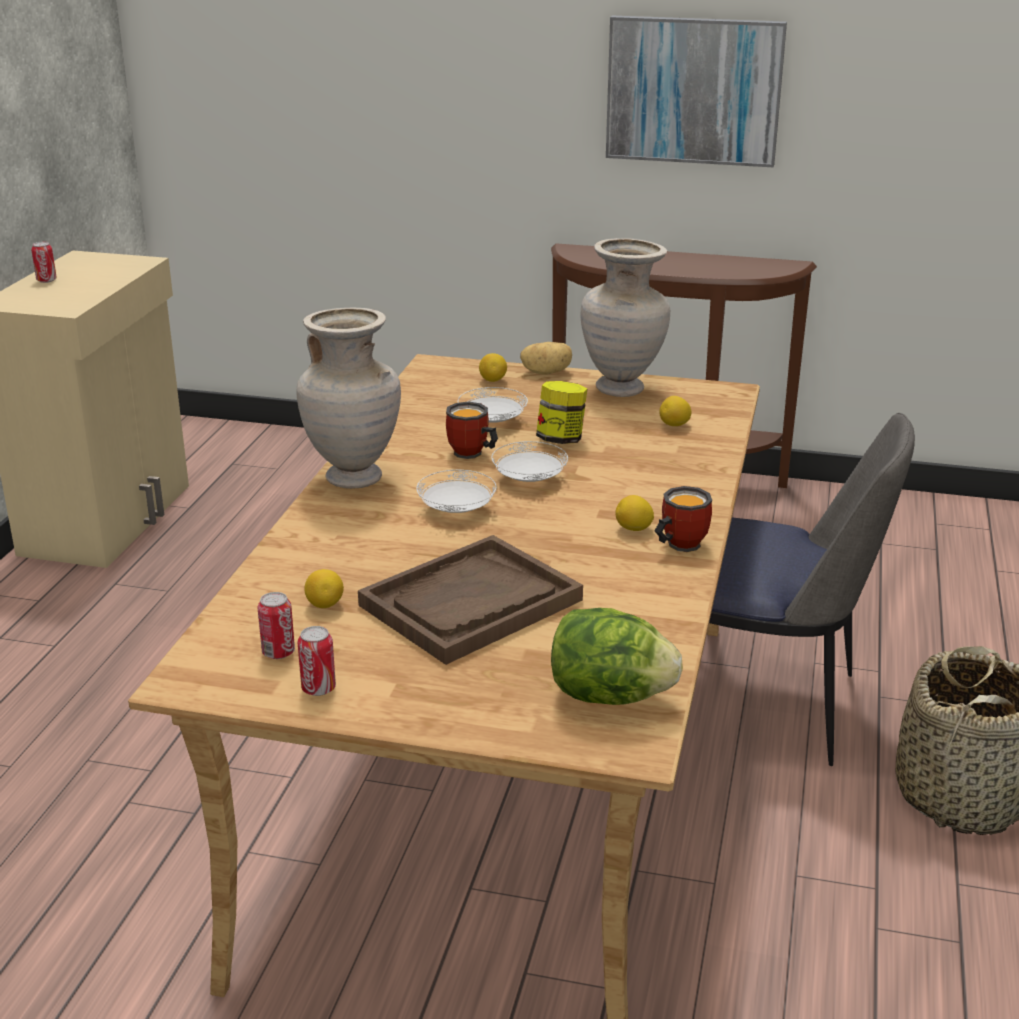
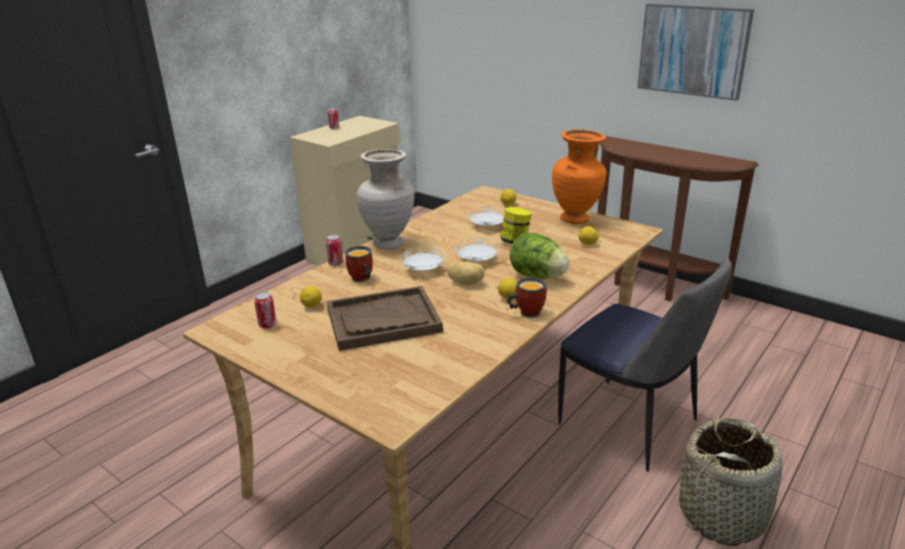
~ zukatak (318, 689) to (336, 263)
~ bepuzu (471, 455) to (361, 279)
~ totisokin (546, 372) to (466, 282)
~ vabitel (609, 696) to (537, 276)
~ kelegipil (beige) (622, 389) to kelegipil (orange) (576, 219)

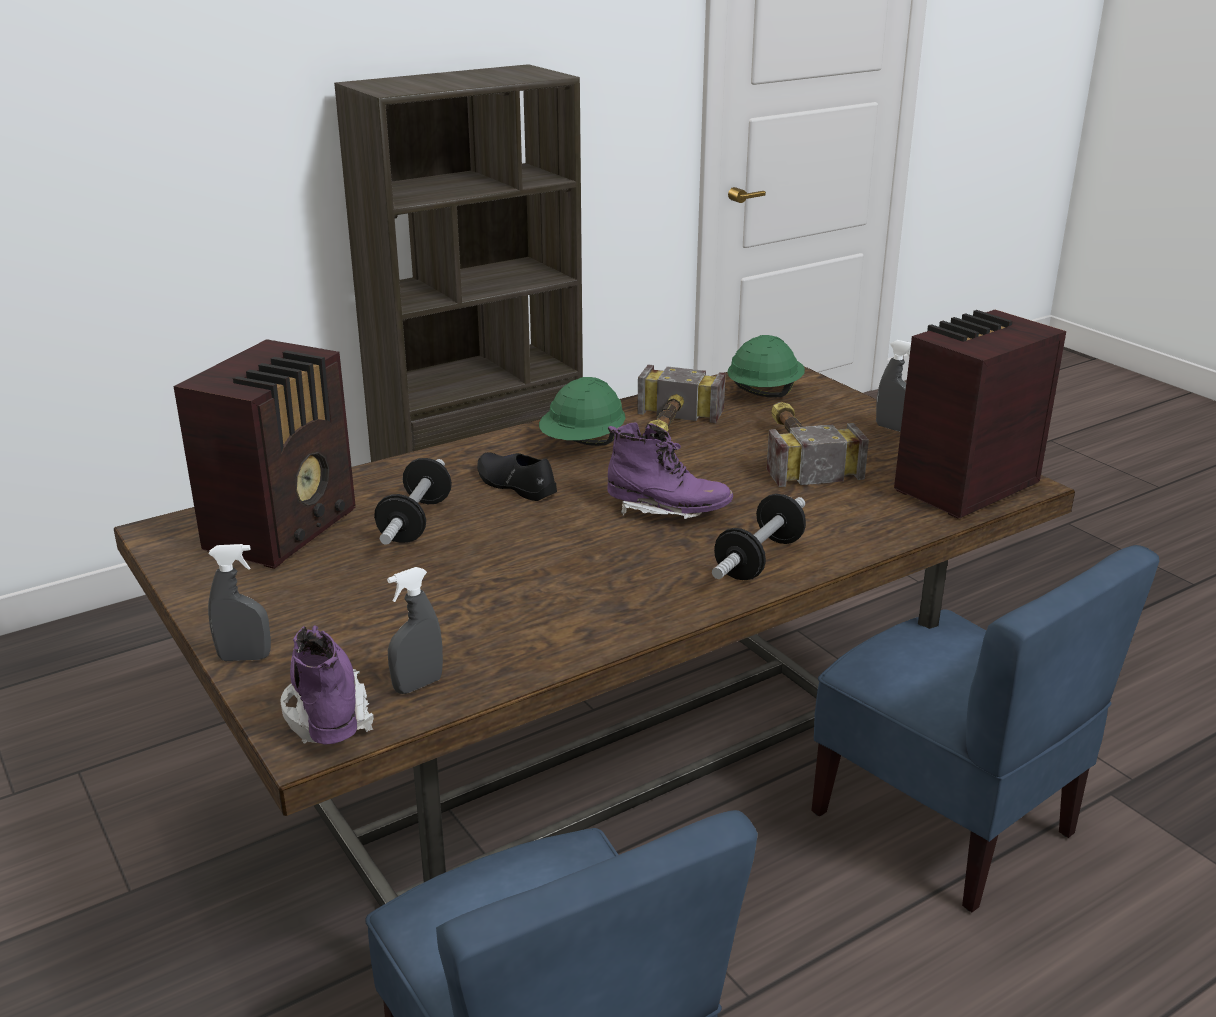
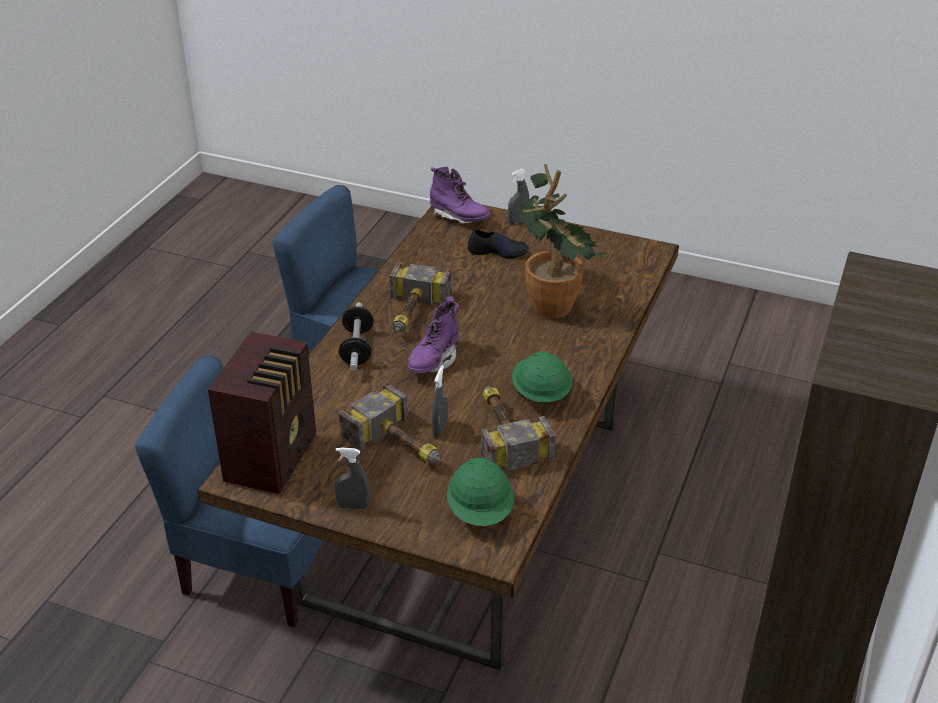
- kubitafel (286, 529)
~ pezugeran (415, 522) to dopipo (550, 301)
~ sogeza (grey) (418, 685) to (440, 429)
~ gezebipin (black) (515, 484) to (497, 251)
~ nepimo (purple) (667, 511) = (434, 360) 45 degrees counterclockwise
+ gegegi (411, 314)

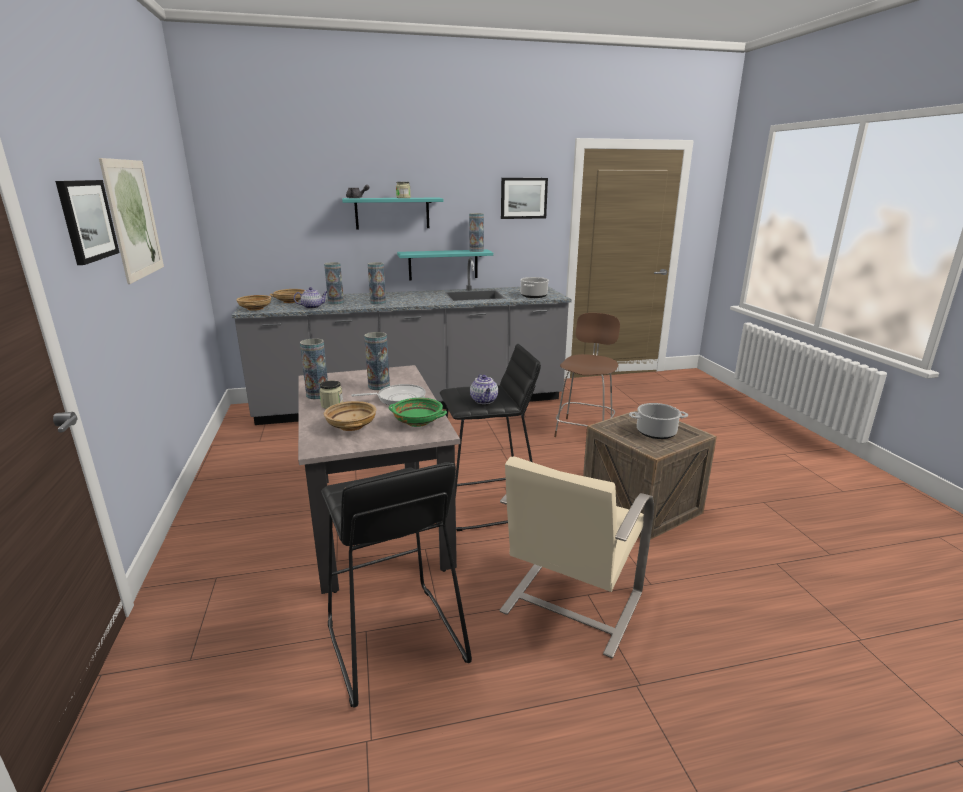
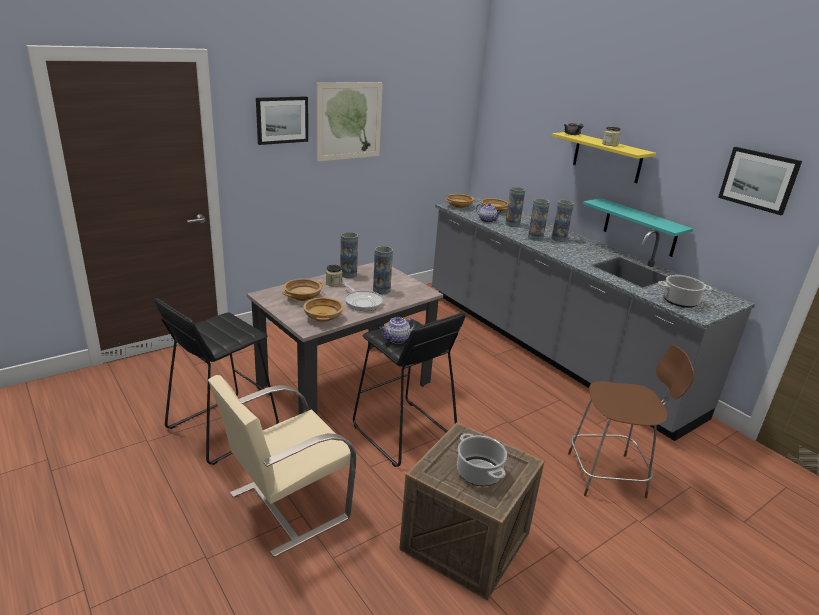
~ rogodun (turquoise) (392, 213) to rogodun (yellow) (607, 157)
~ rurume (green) (418, 421) to rurume (beige) (323, 317)
~ kelegipil (476, 250) to (559, 239)
~ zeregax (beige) (570, 603) = (286, 506) 45 degrees counterclockwise

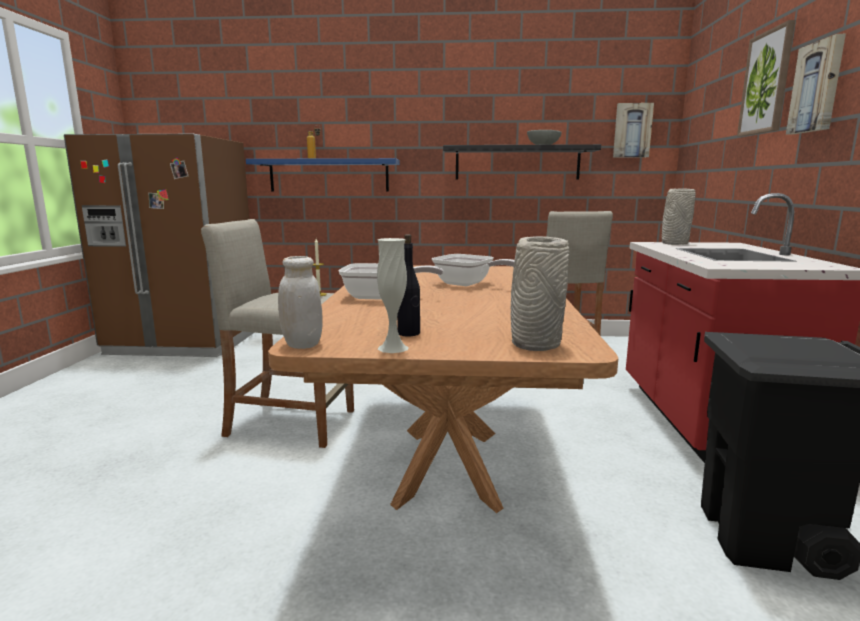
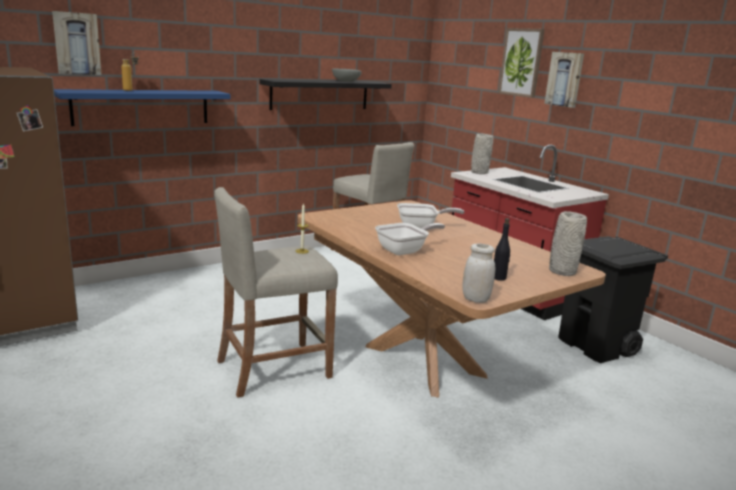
- kelegipil (white) (393, 348)
~ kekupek (632, 130) to (77, 43)

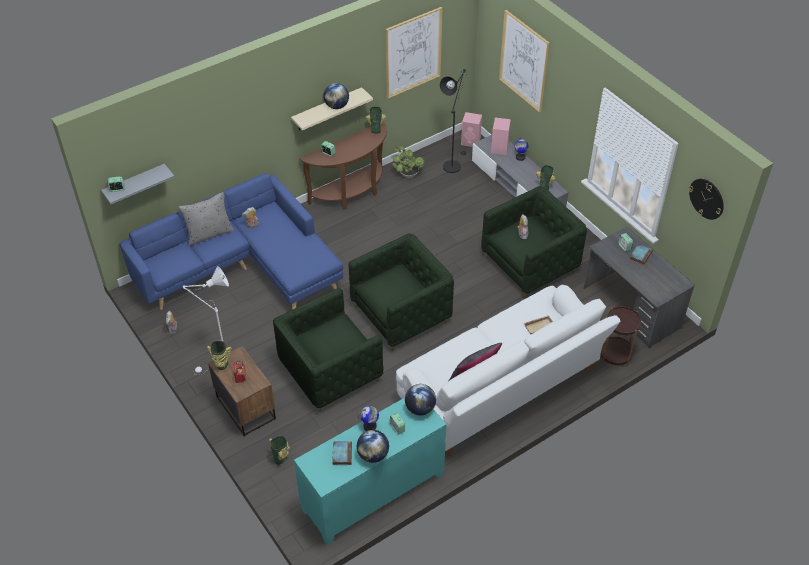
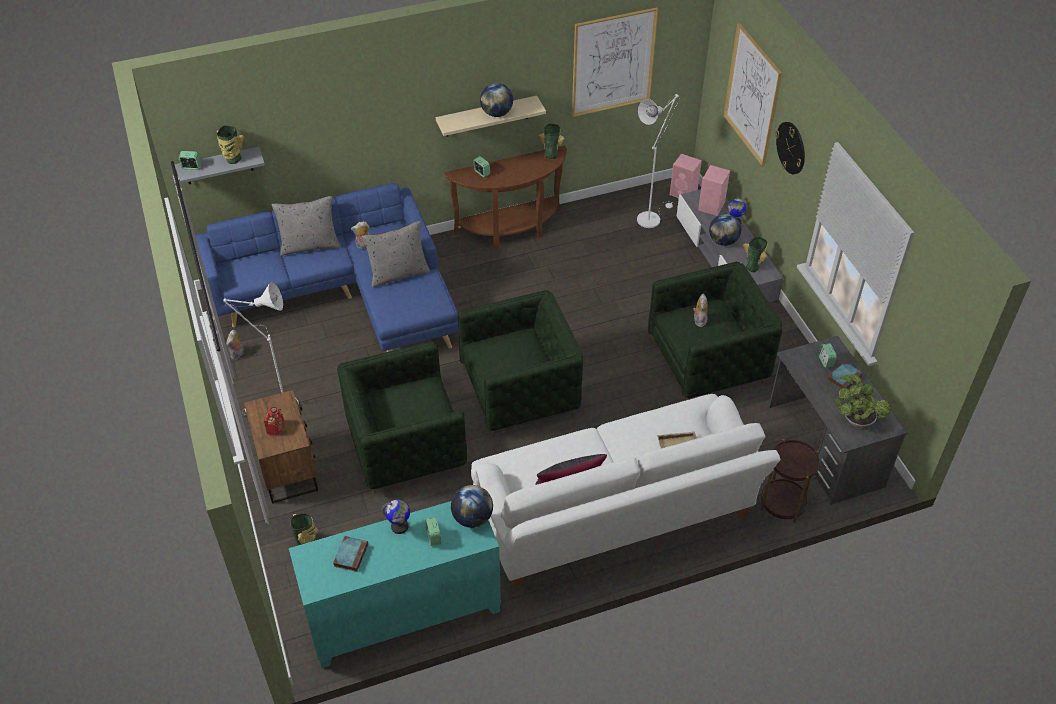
~ kelegipil (221, 365) to (233, 159)
~ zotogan (373, 455) to (723, 241)
~ dopipo (407, 174) to (855, 419)
~ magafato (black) (453, 164) to magafato (white) (651, 217)
~ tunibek (706, 198) to (791, 147)
+ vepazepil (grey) (398, 273)

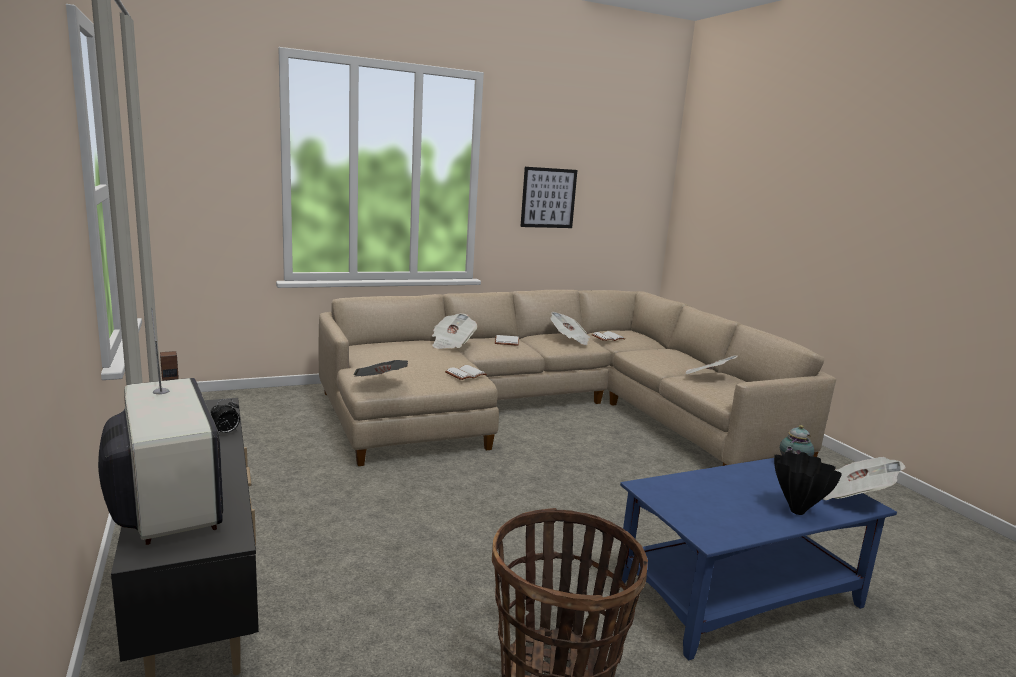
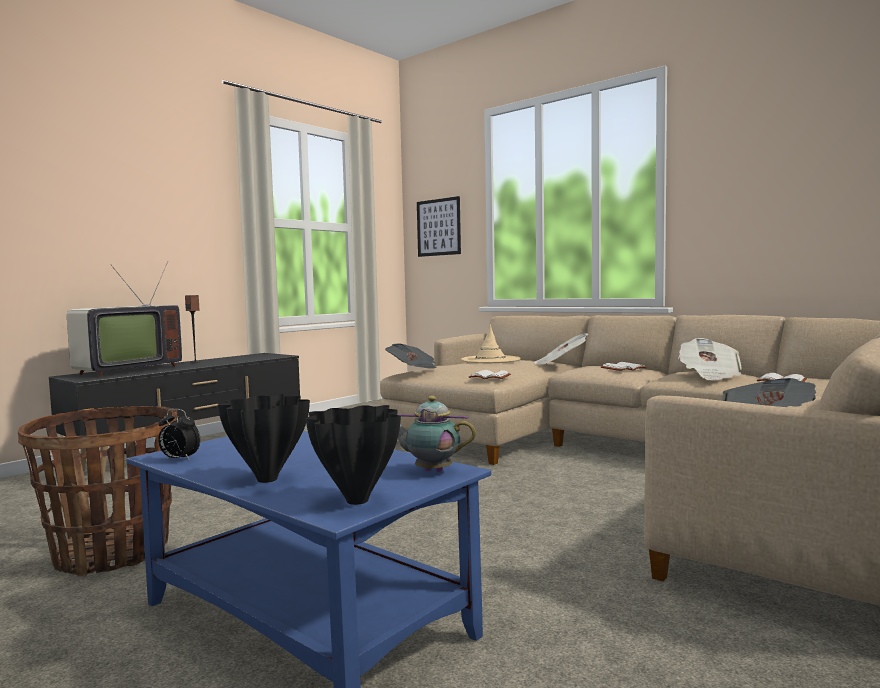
~ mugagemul (226, 433) to (179, 459)
~ kekupek (548, 198) to (438, 227)
~ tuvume (848, 497) to kelegipil (black) (356, 501)
+ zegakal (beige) (490, 360)

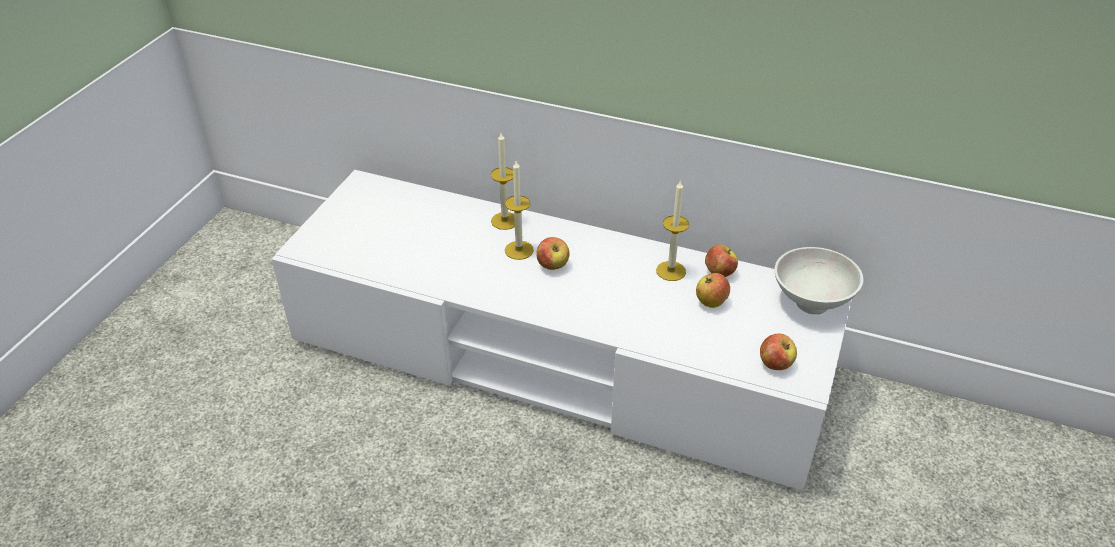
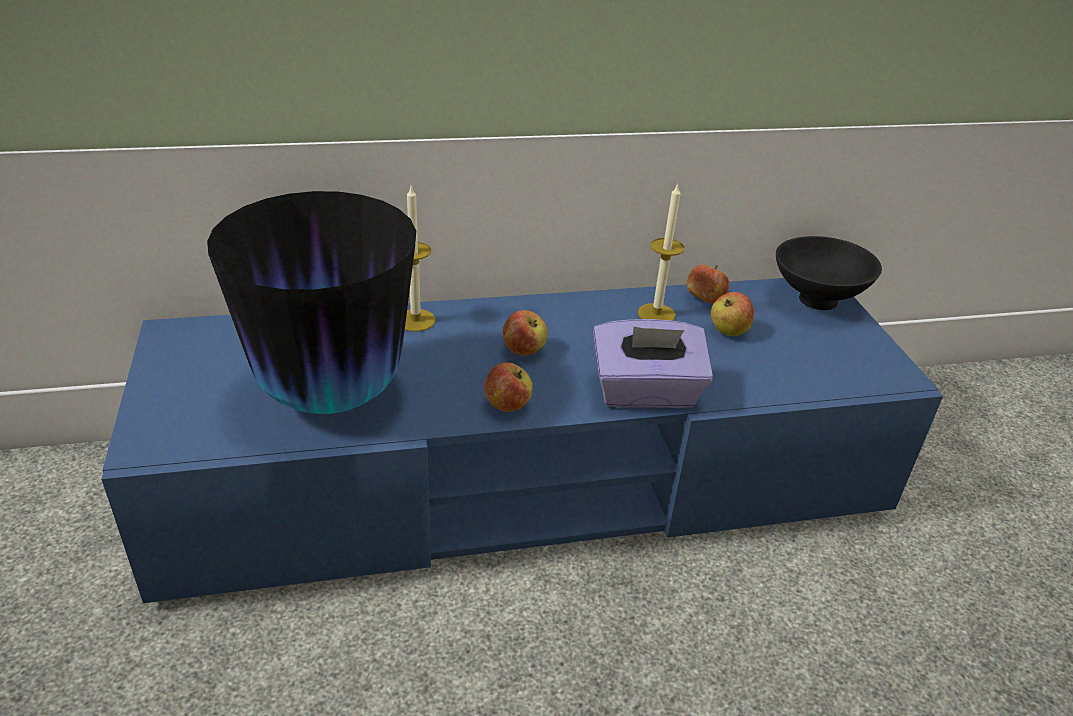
~ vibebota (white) (557, 358) to vibebota (blue) (528, 480)
- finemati (519, 250)
~ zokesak (775, 364) to (507, 405)
~ rurume (white) (809, 303) to rurume (black) (815, 301)
+ kelegipil (332, 394)
+ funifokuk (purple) (646, 393)

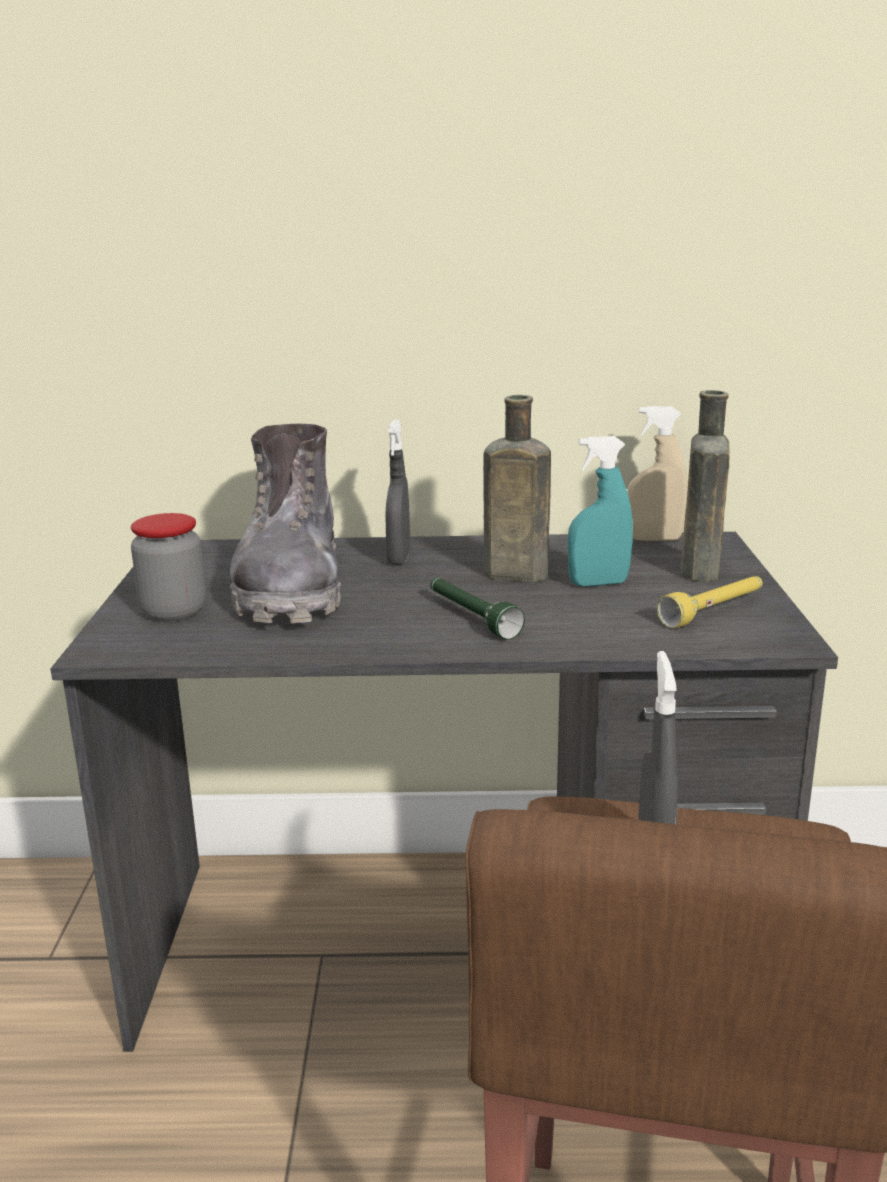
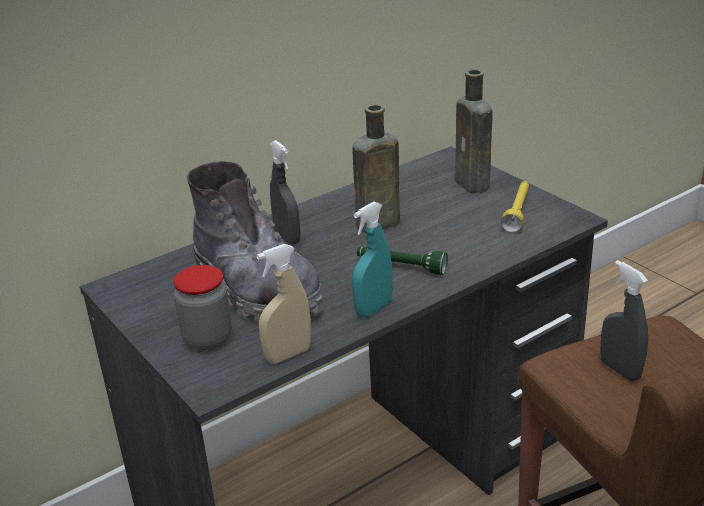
~ sogeza (turquoise) (598, 583) to (373, 308)
~ sogeza (beige) (654, 539) to (288, 355)

